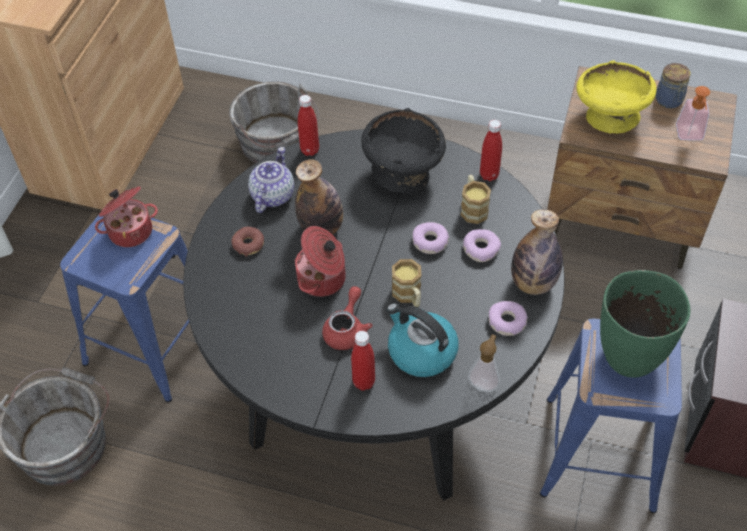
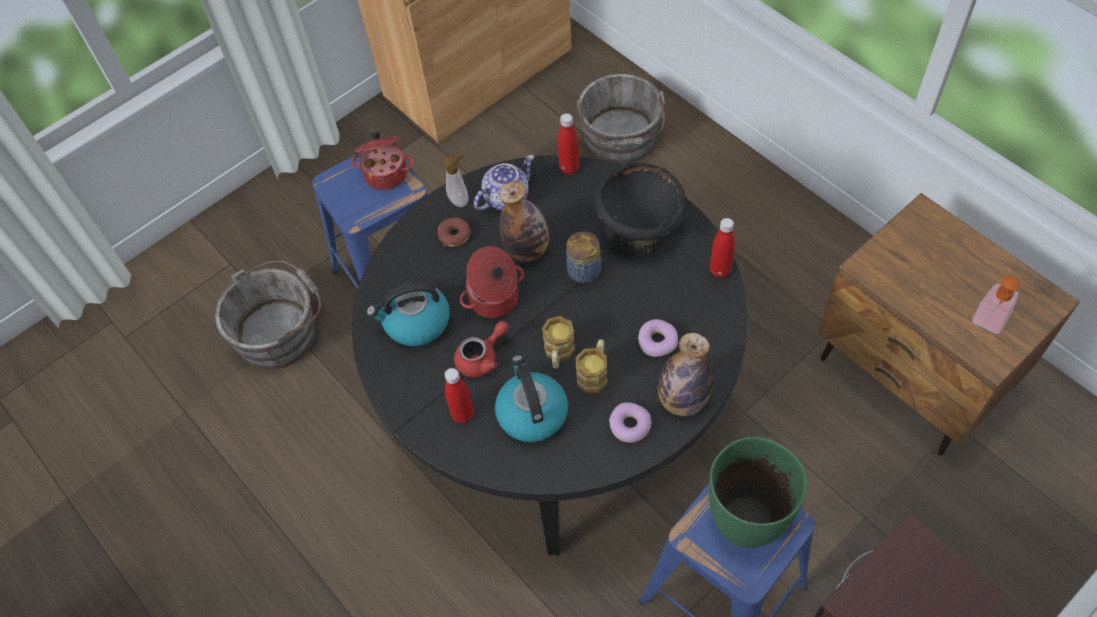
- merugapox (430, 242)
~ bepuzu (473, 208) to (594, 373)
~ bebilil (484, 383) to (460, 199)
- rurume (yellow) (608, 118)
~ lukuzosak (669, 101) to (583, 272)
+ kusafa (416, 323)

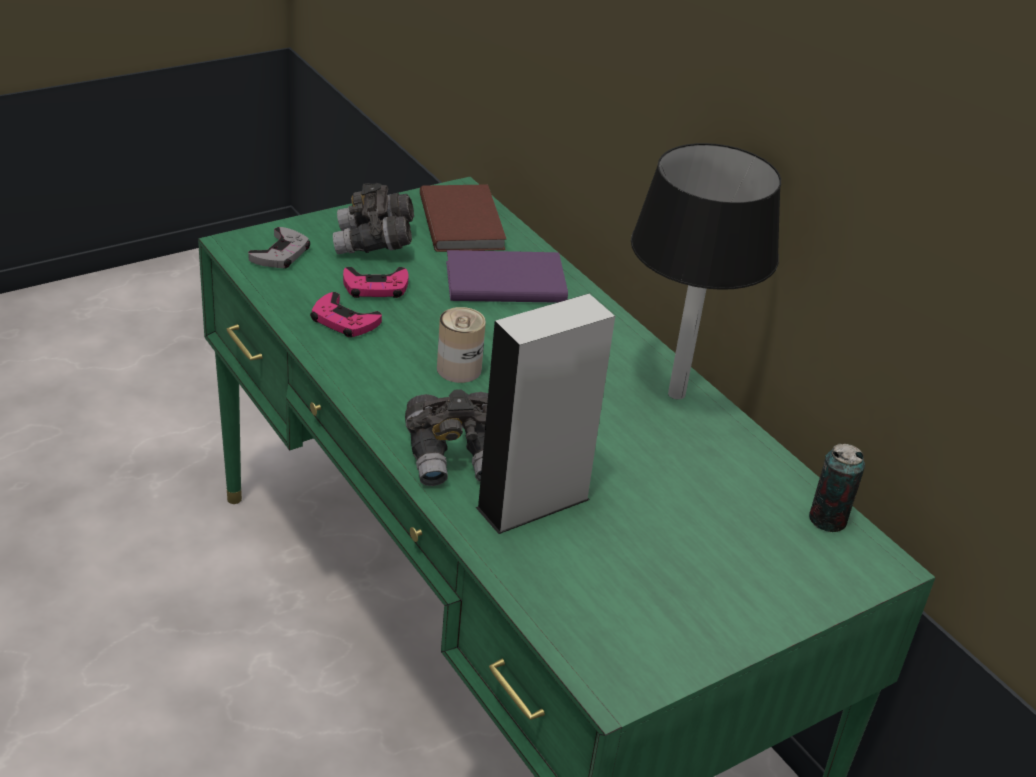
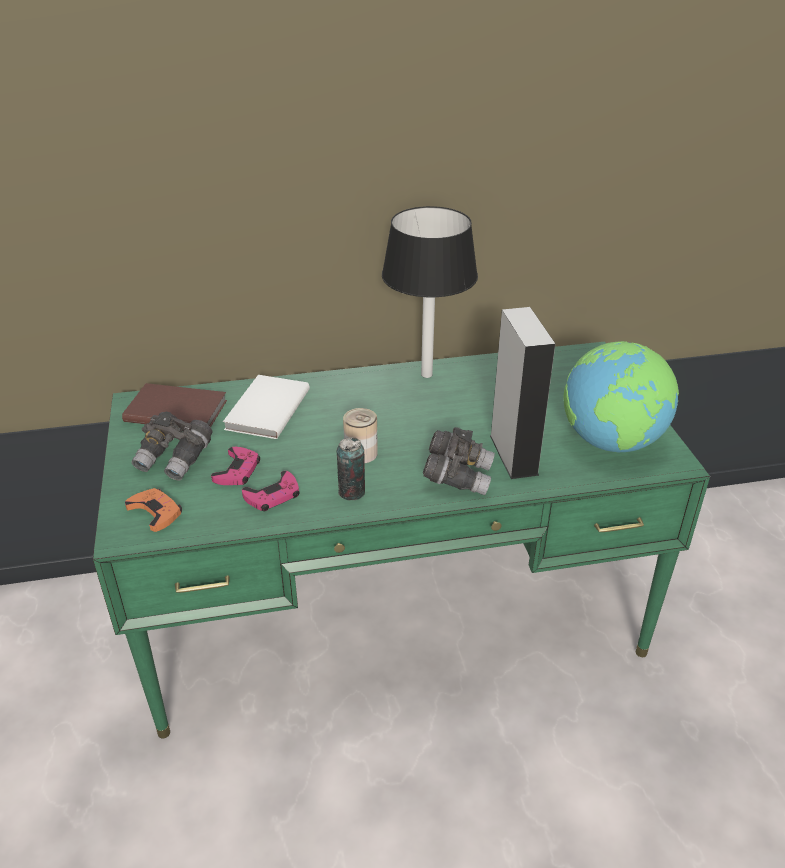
~ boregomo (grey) (281, 254) to boregomo (orange) (155, 512)
~ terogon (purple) (503, 280) to terogon (white) (265, 410)
~ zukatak (827, 520) to (351, 492)
+ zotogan (612, 442)

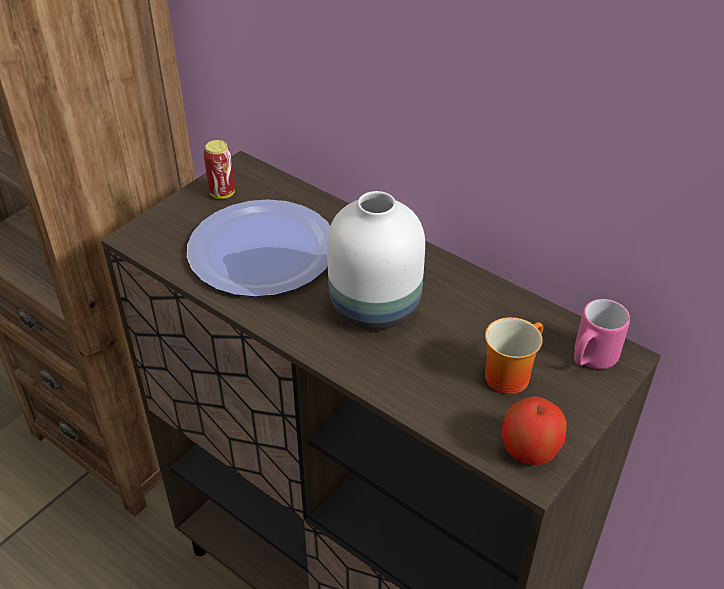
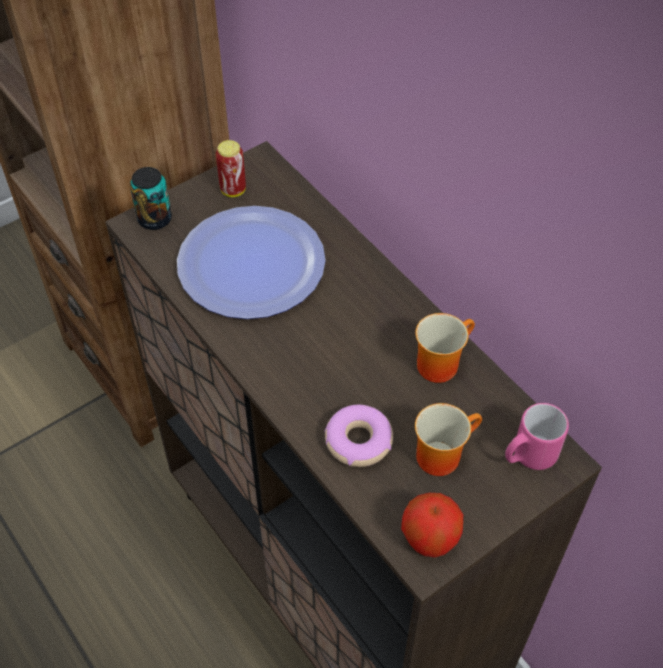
- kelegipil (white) (377, 307)
+ zukatak (155, 219)
+ merugapox (358, 441)
+ bepuzu (439, 361)

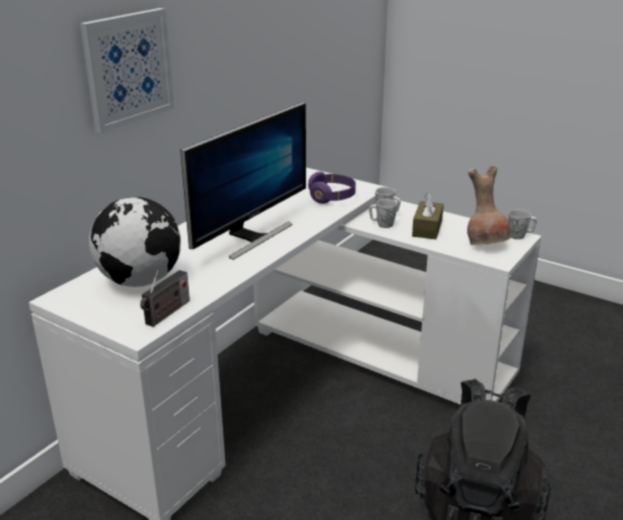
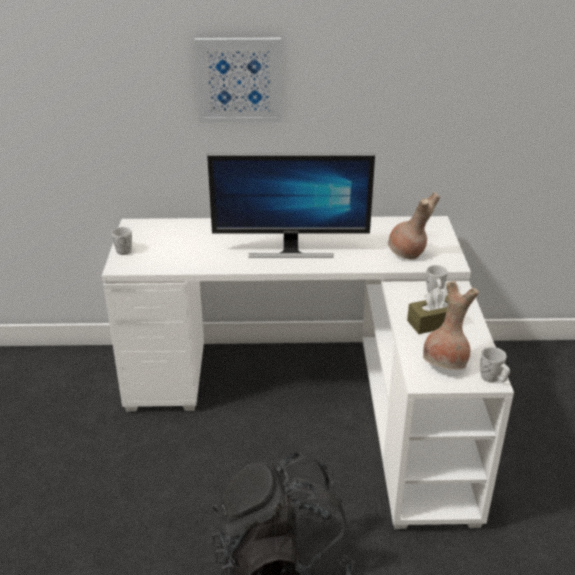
- zotogan (141, 281)
- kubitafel (166, 314)
~ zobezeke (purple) (332, 197) to kelegipil (brown) (407, 254)
~ bepuzu (white) (382, 224) to (123, 250)

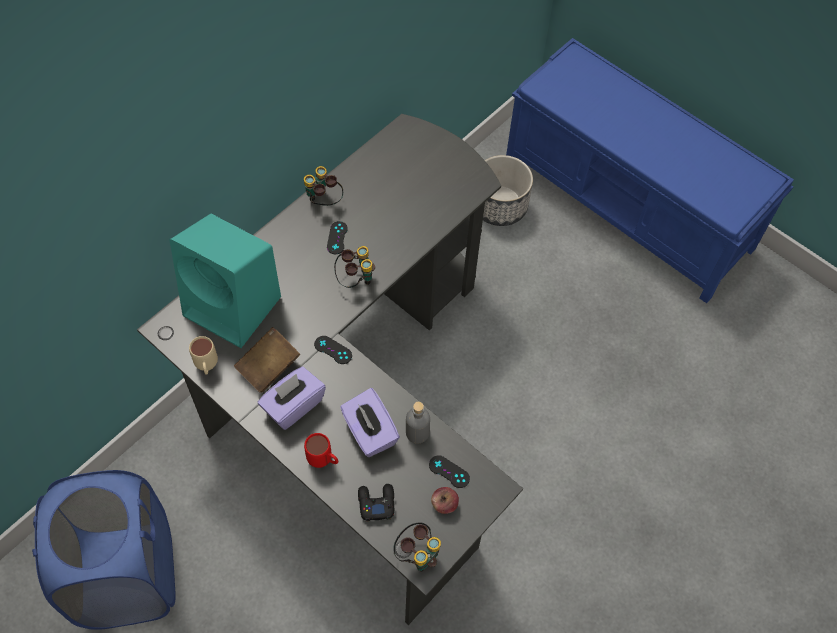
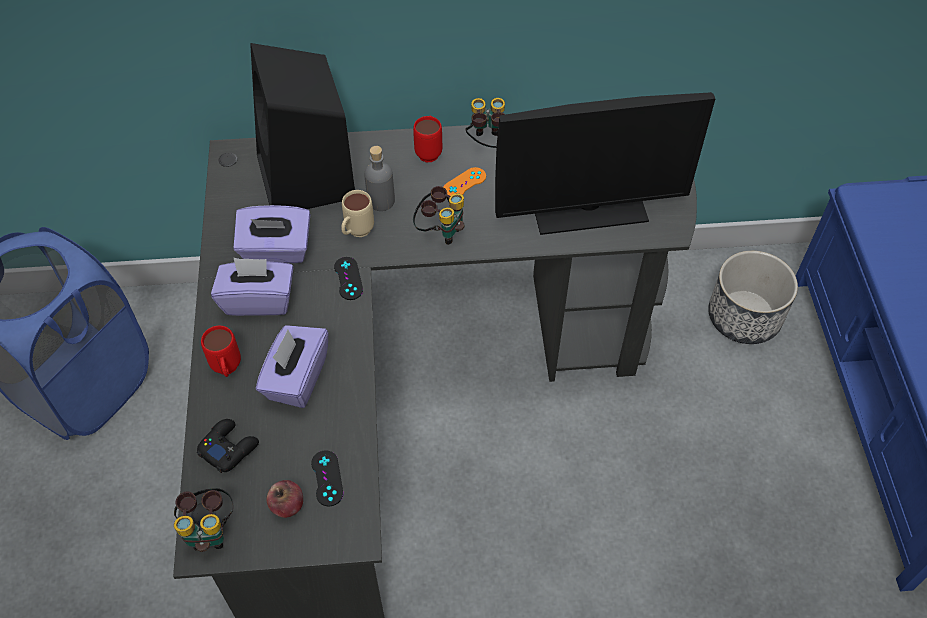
~ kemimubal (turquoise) (235, 306) to kemimubal (black) (307, 178)
~ bepuzu (beige) (207, 368) to (356, 233)
~ terogon (brown) (268, 367) to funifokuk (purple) (276, 250)
~ boregomo (black) (337, 238) to boregomo (orange) (464, 183)
~ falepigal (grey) (417, 432) to (381, 201)
+ bepuzu (red) (429, 151)
+ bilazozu (589, 209)

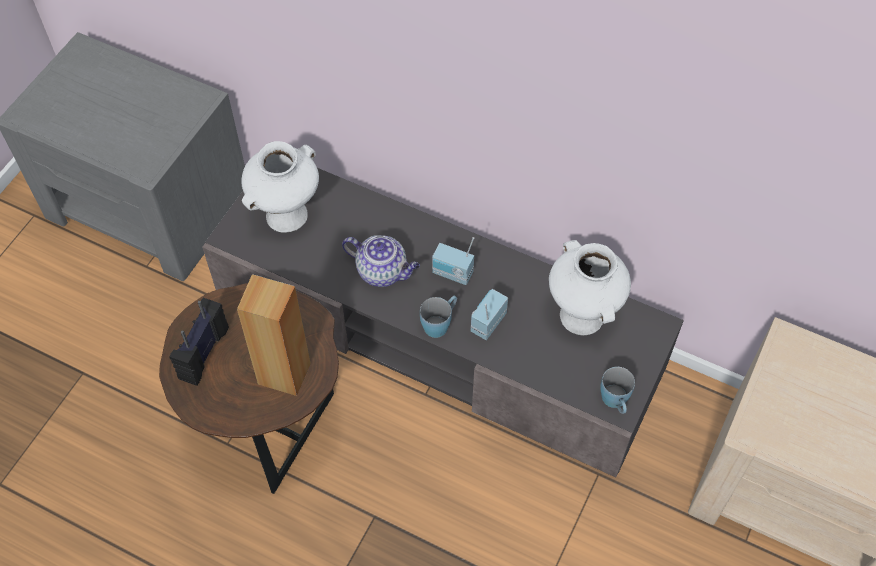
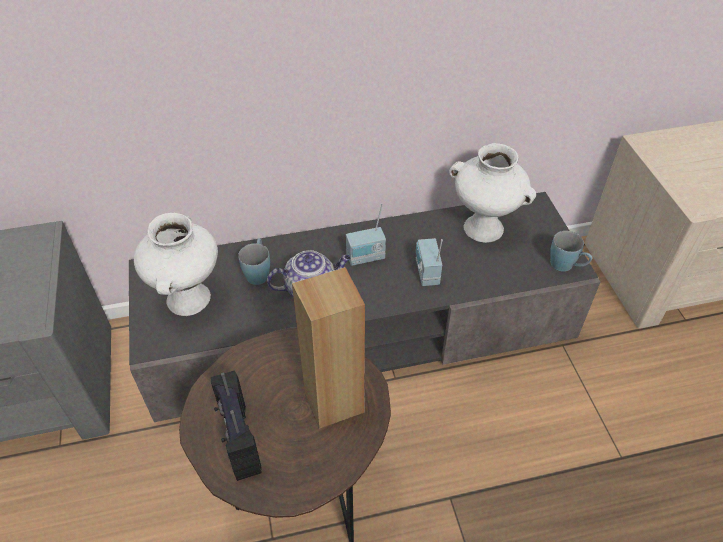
~ bepuzu (blue) (440, 323) to (258, 271)

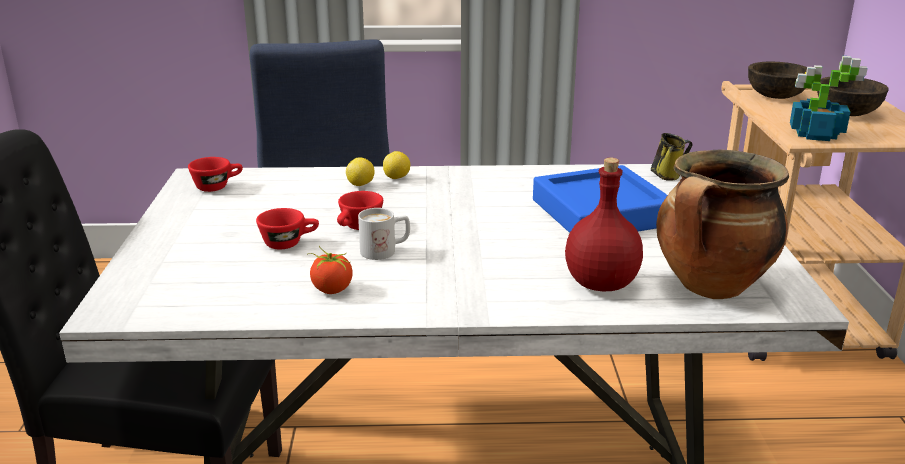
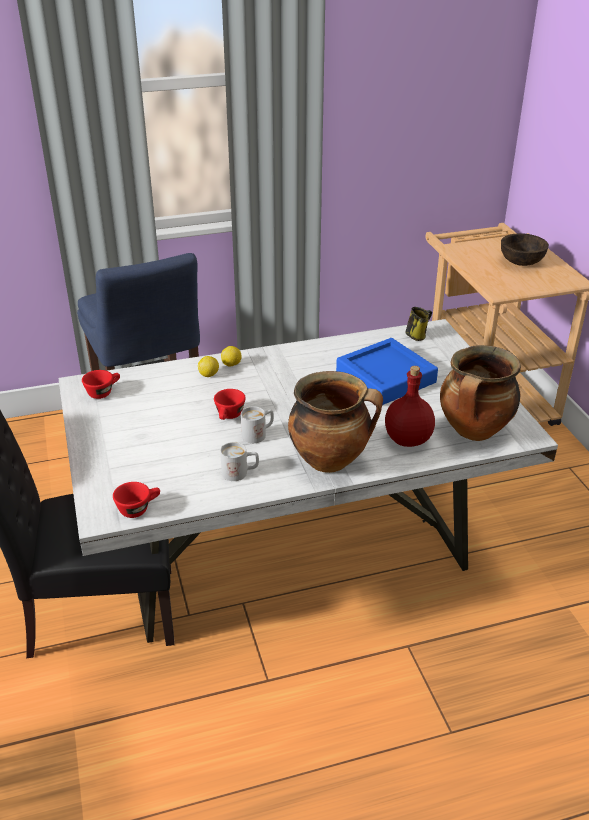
~ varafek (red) (289, 243) to (138, 508)
~ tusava (331, 289) to bepuzu (white) (240, 473)
- rurume (brown) (775, 96)
- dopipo (815, 134)
+ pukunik (331, 460)

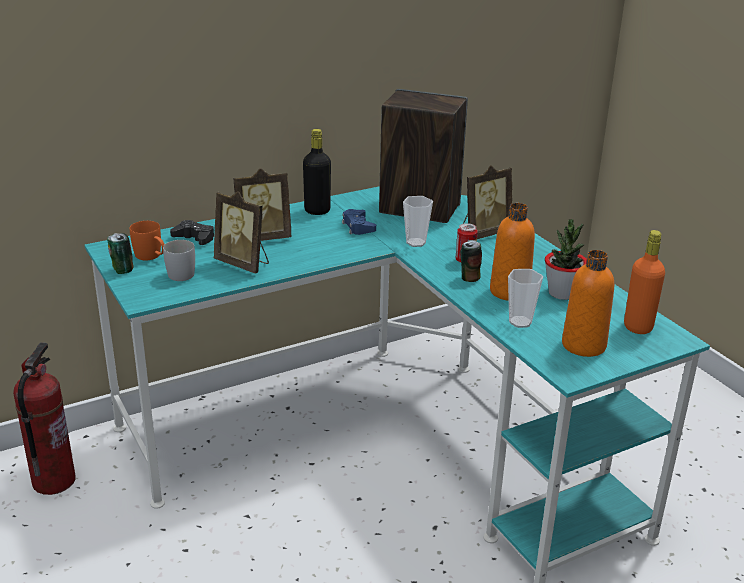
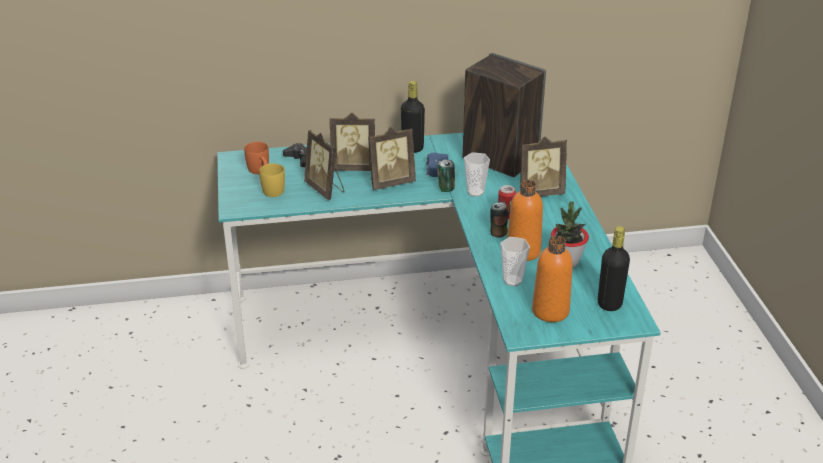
- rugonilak (53, 481)
~ zukatak (122, 270) to (445, 188)
~ bepuzu (white) (182, 272) to bepuzu (yellow) (276, 189)
~ falepigal (orange) (638, 327) to falepigal (black) (609, 304)
+ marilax (390, 182)

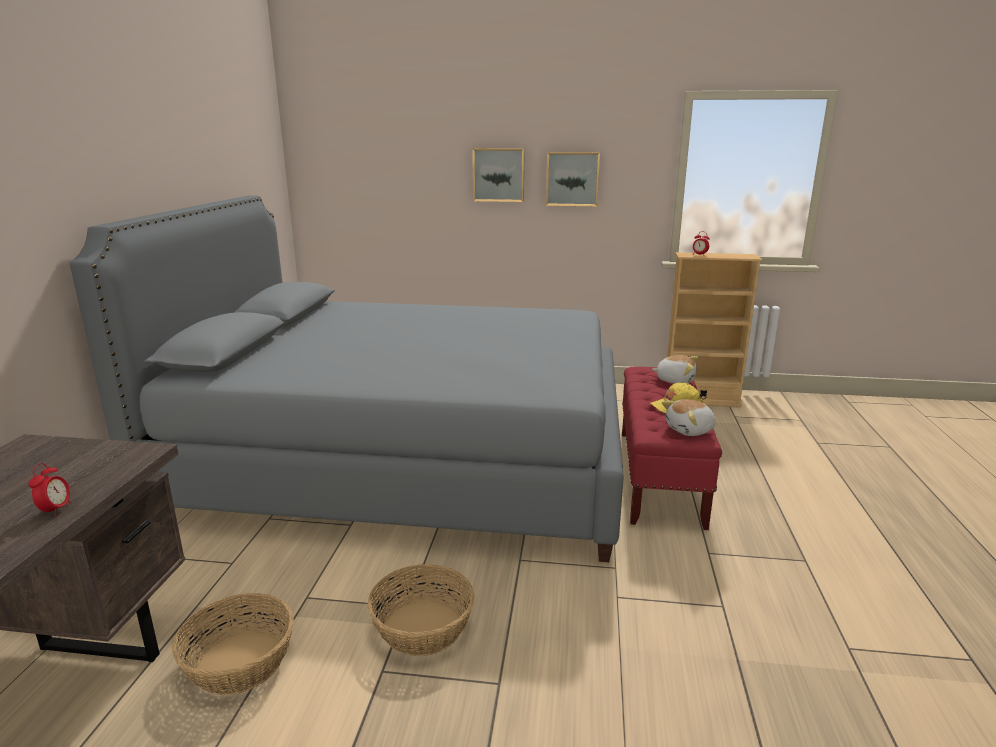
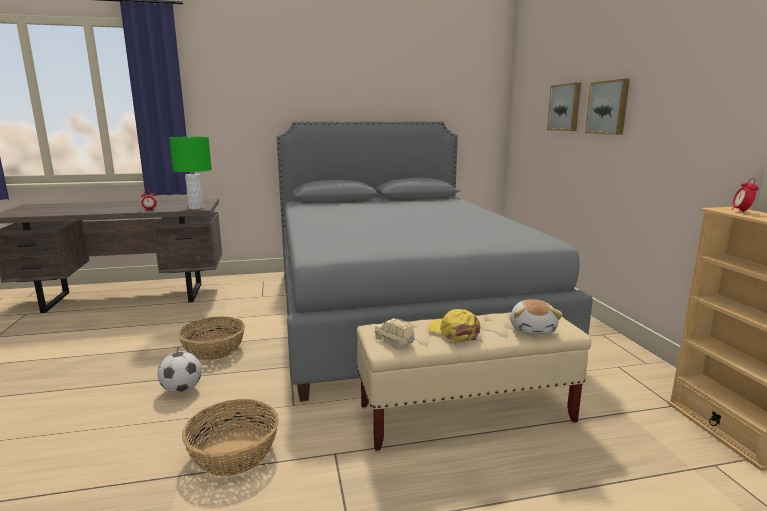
~ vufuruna (241, 662) to (234, 453)
~ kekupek (572, 179) to (565, 107)
~ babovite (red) (659, 476) to babovite (beige) (466, 414)
~ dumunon (690, 430) to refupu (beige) (394, 341)
+ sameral (182, 390)
+ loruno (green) (196, 208)

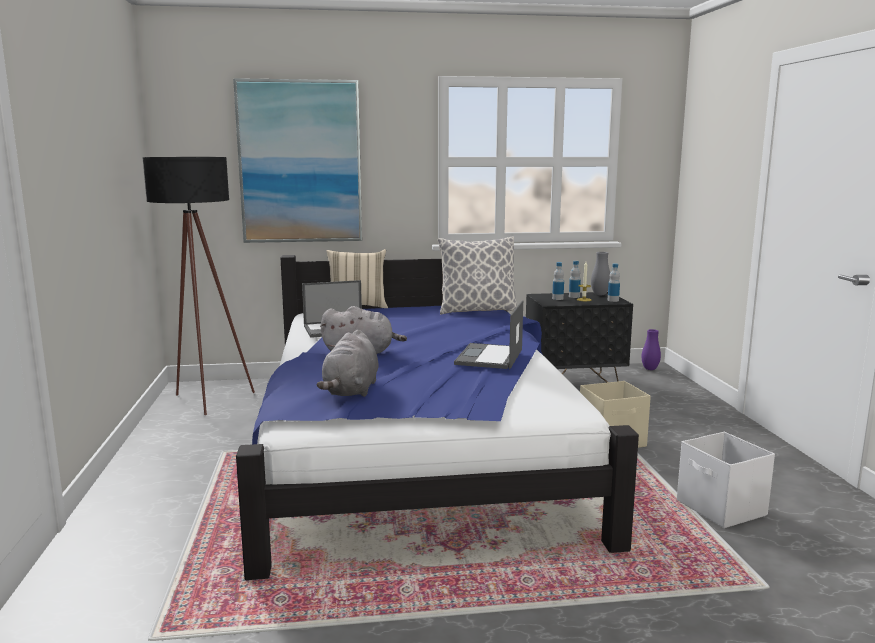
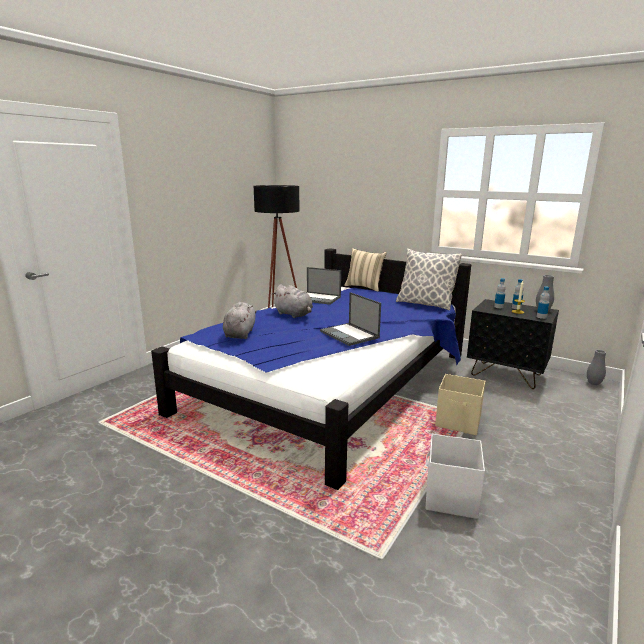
- kekupek (300, 162)
~ dumunon (grey) (351, 391) = (240, 333) 135 degrees clockwise
~ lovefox (489, 357) = (350, 335) 90 degrees counterclockwise
~ kelegipil (purple) (650, 369) to kelegipil (grey) (593, 383)

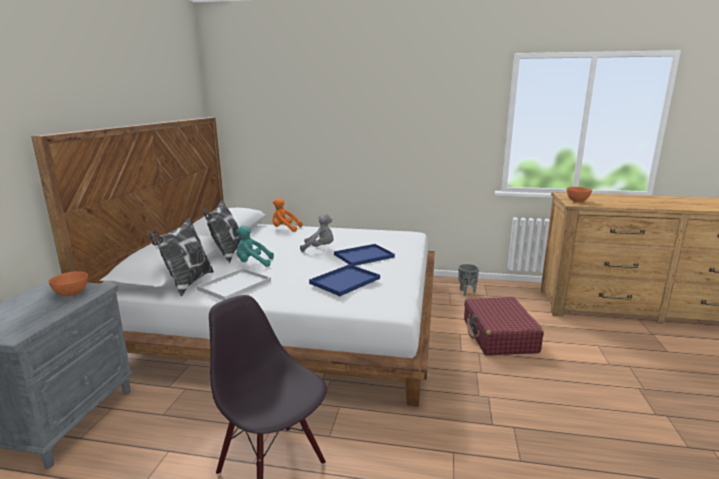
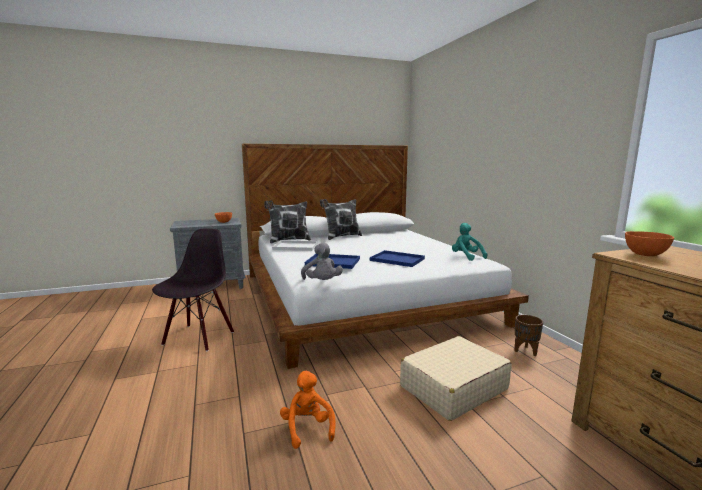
~ dumunon (turquoise) (253, 263) to (466, 257)
~ dumunon (orange) (285, 229) to (307, 428)
~ dumunon (grey) (319, 248) to (322, 283)
~ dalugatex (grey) (467, 292) to dalugatex (brown) (526, 351)
~ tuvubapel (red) (499, 336) to tuvubapel (beige) (453, 388)

